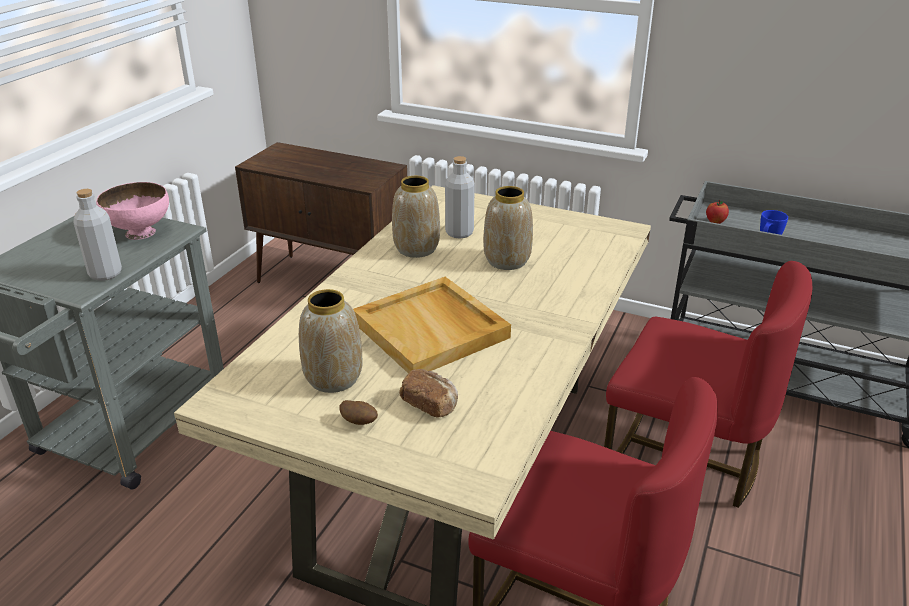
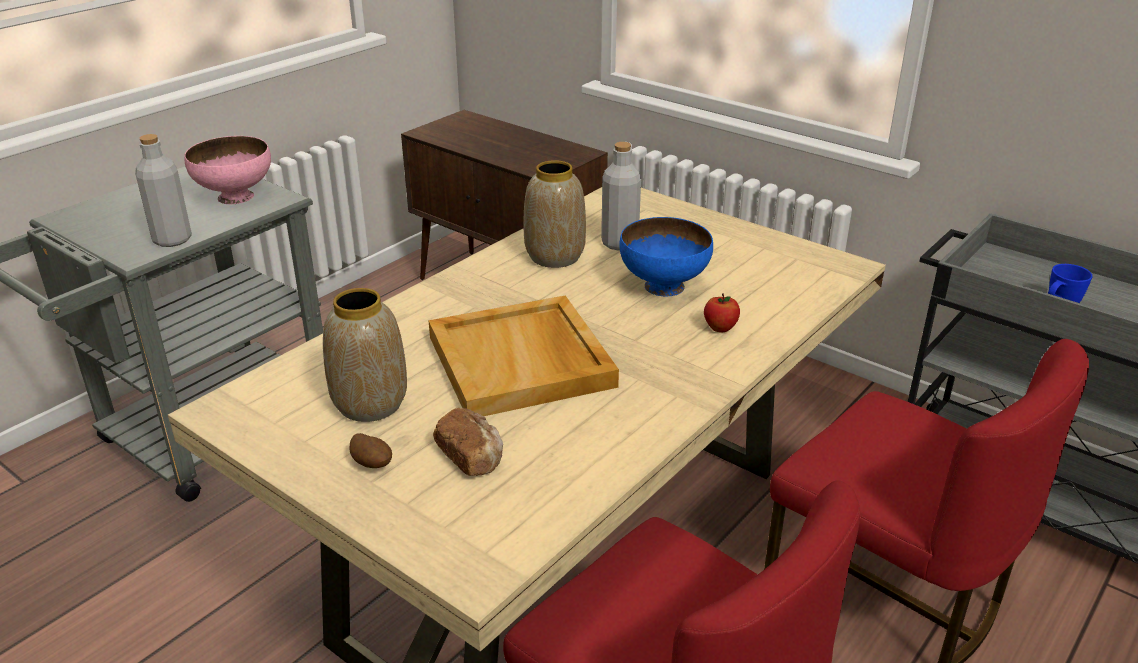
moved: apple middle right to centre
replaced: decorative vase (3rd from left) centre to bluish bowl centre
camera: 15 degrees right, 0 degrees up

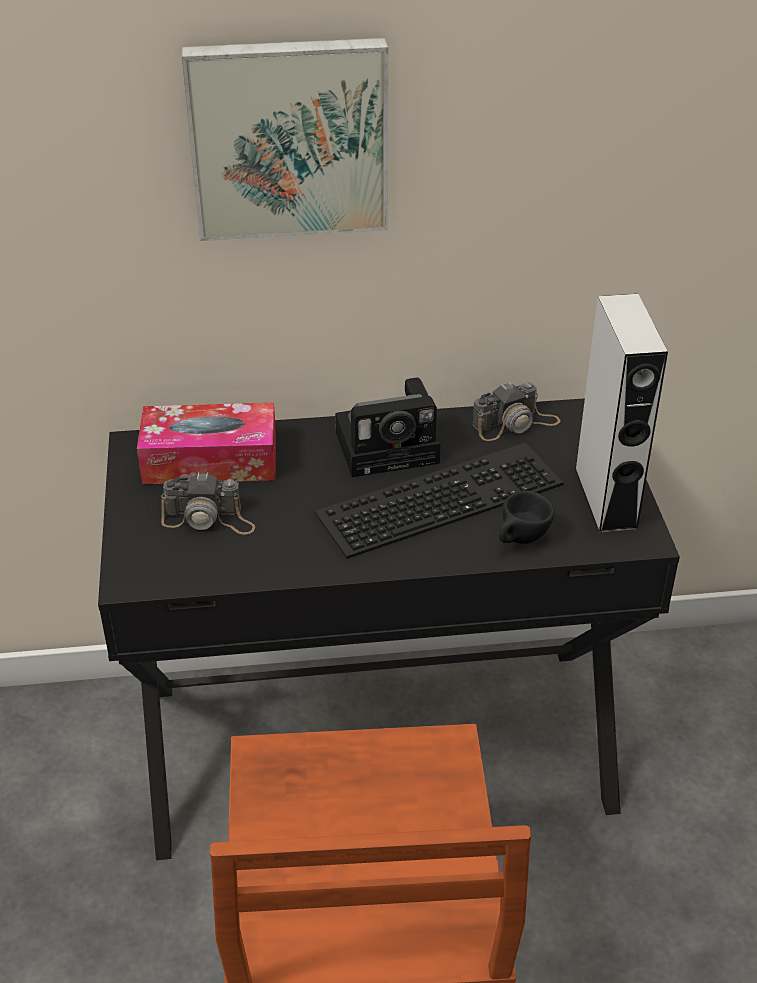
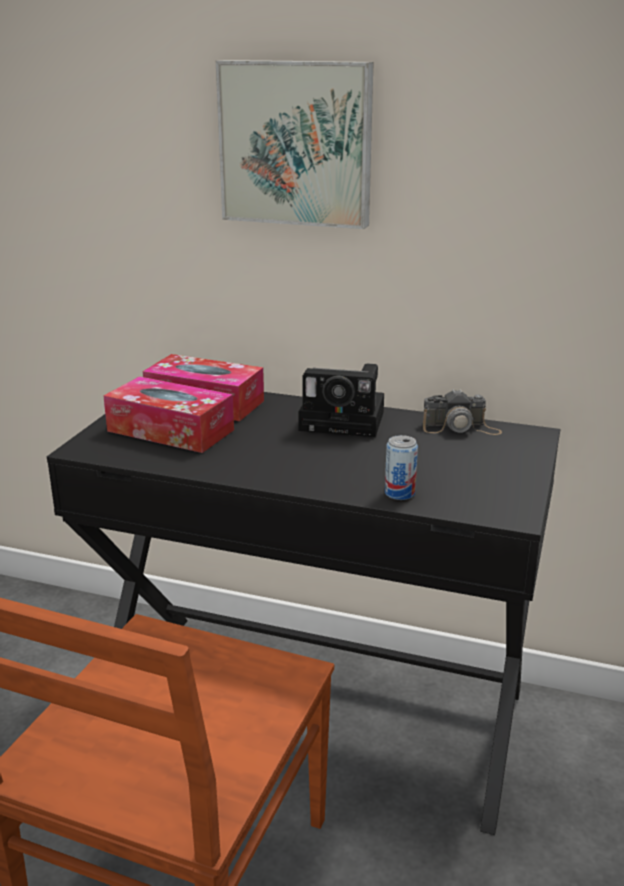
removed: computer keyboard centre; gray speaker middle right
replaced: photo camera (1st from left) middle left to tissue box (1st from left) middle left; black-coloured drinking cup middle right to metal can centre
camera: 25 degrees right, 15 degrees down

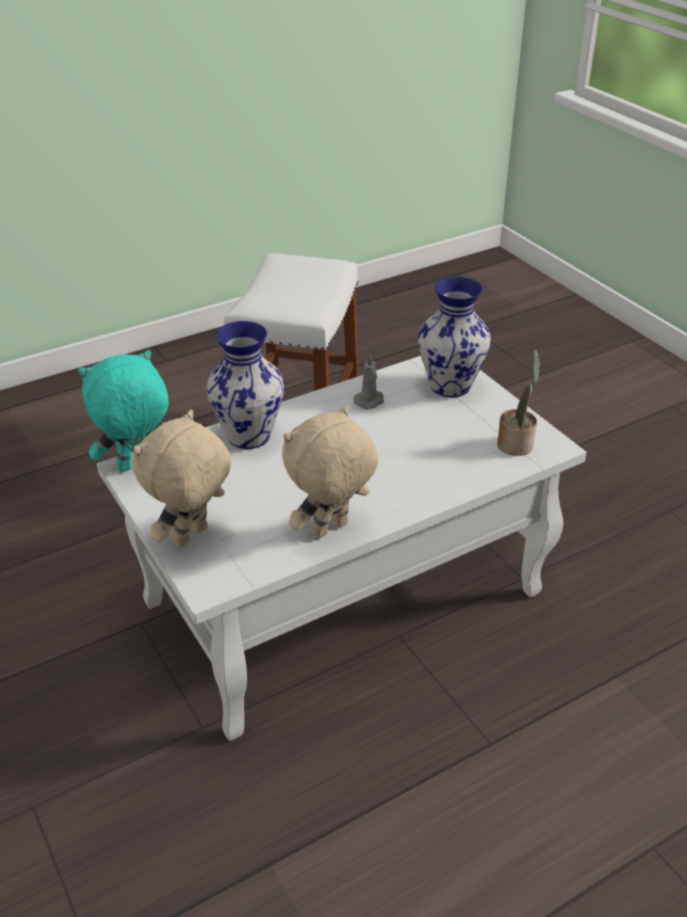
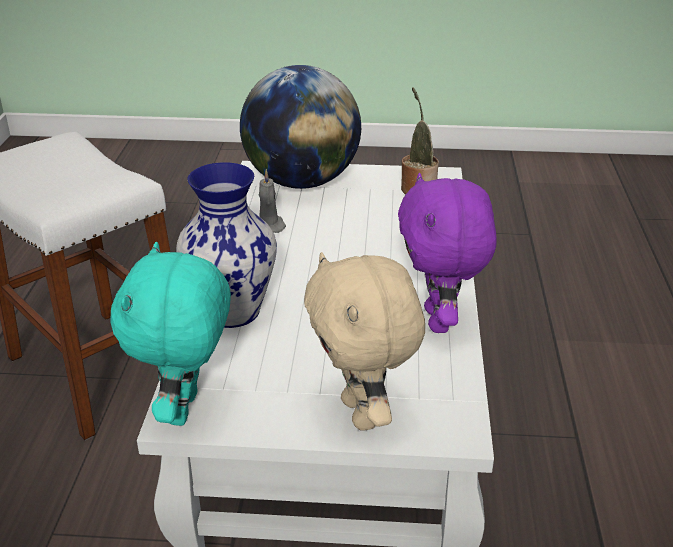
replaced: decorative vase (2nd from left) centre to globe top centre
recoloured: beige-coloured cuddly toy (2nd from left) centre to purple cuddly toy centre
camera: 55 degrees left, 5 degrees down

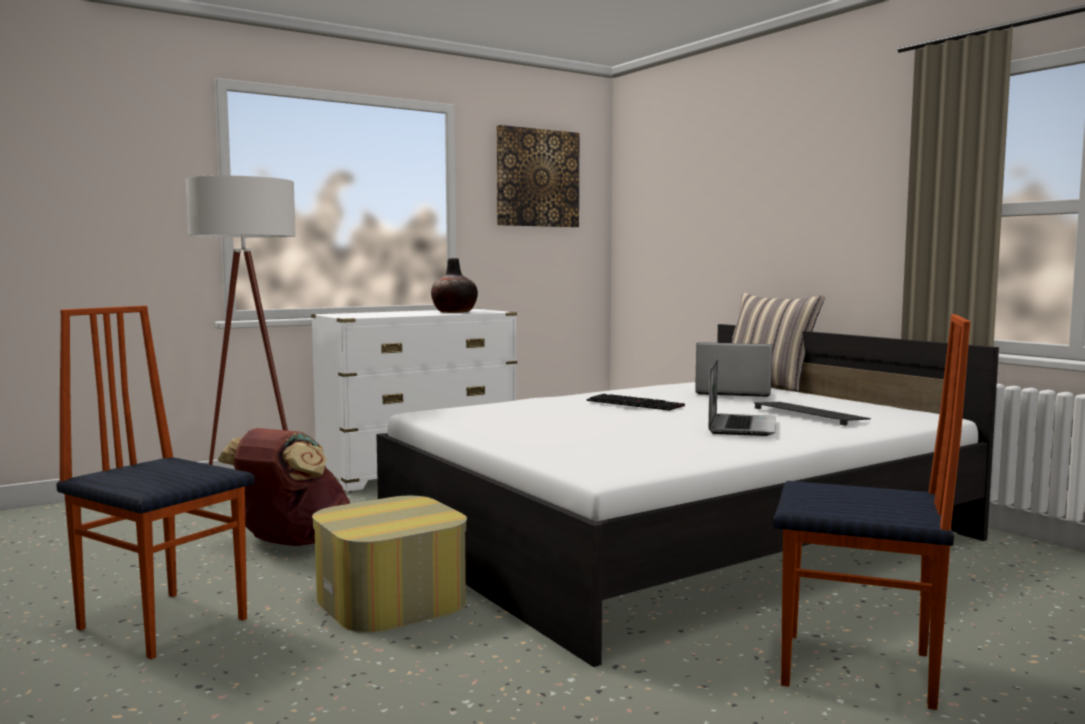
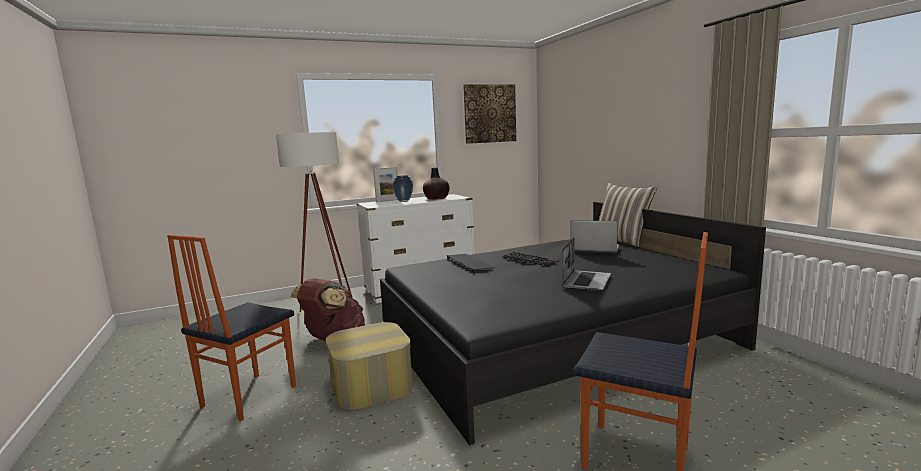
added: picture frame centre; decorative vase (1st from left) centre
moved: computer keyboard (2nd from left in the first image) middle right to computer keyboard (1st from left) centre
recoloured: white sleeping bed bottom centre to black-coloured sleeping bed bottom centre
turned: upright chair (1st from left) middle left = bottom left 105 degrees counterclockwise
camera: 10 degrees right, 5 degrees up

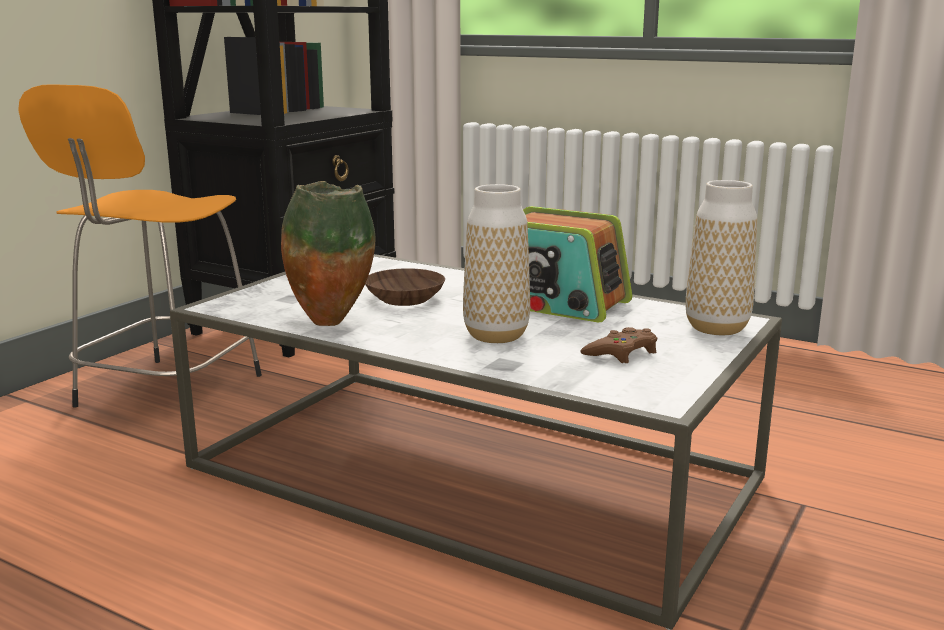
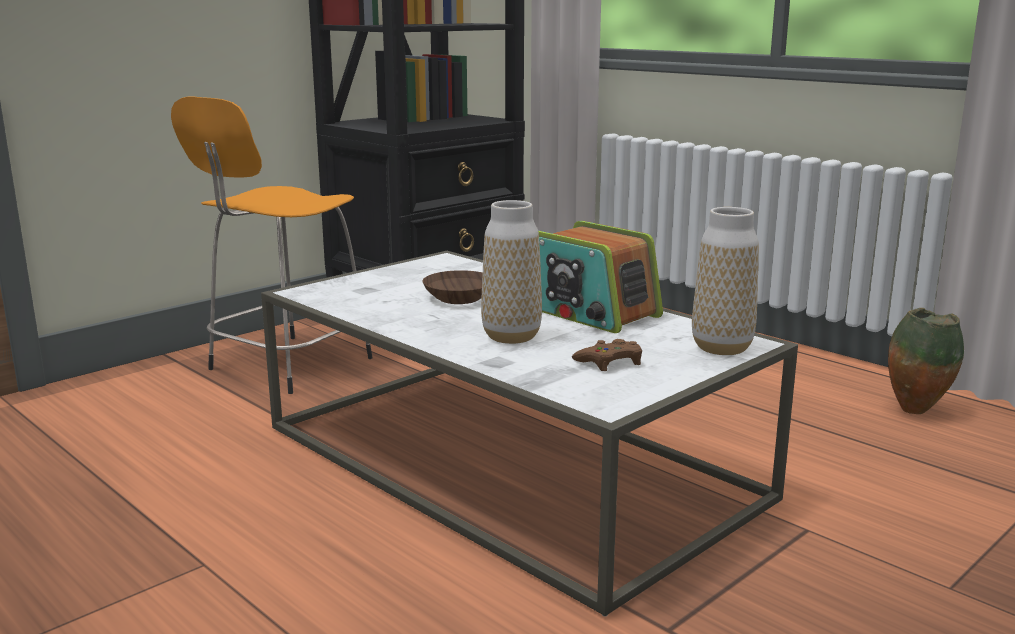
moved: decorative vase (1st from left in the first image) centre to decorative vase (3rd from left) middle right
camera: 15 degrees right, 0 degrees up

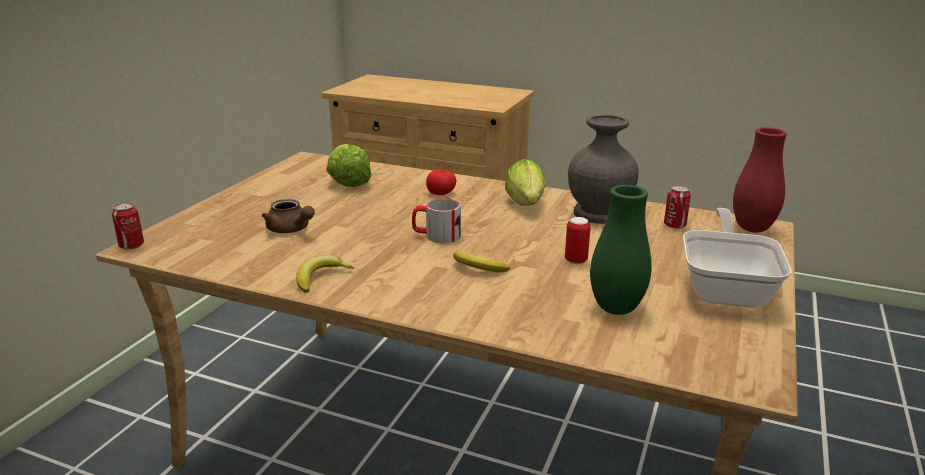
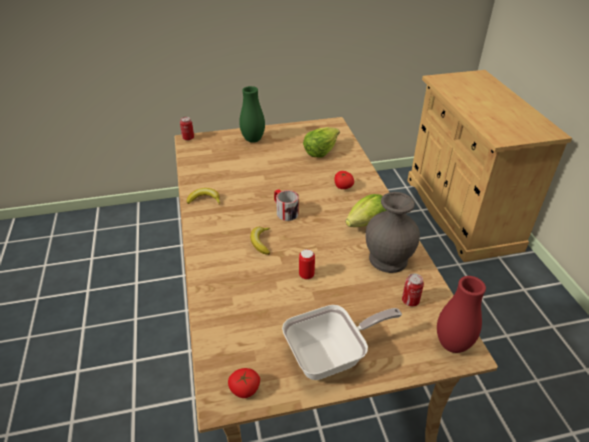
removed: brown-coloured teapot middle left
added: whole tomato (1st from left) bottom centre
moved: greenish decorative vase middle right to top centre
camera: 55 degrees right, 15 degrees up

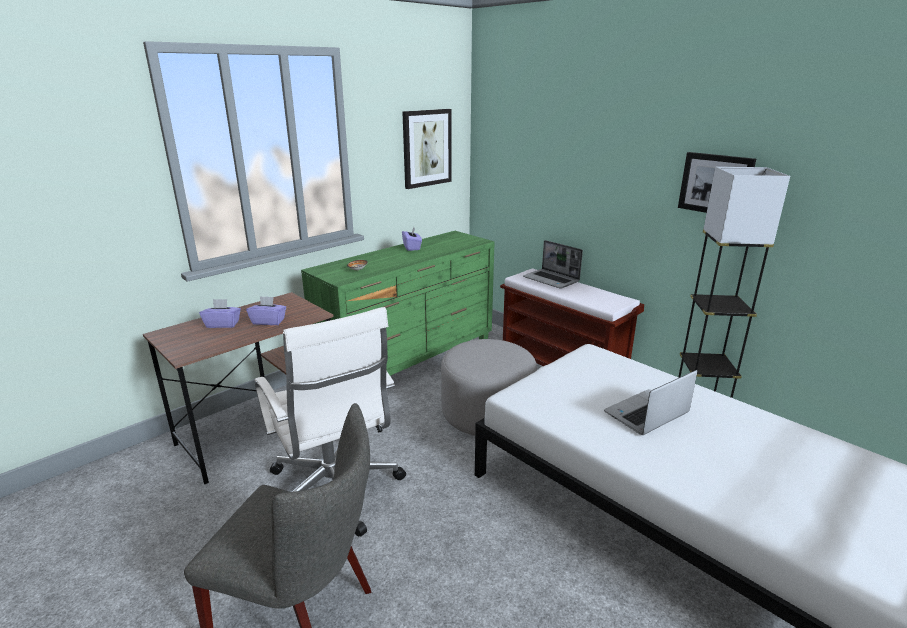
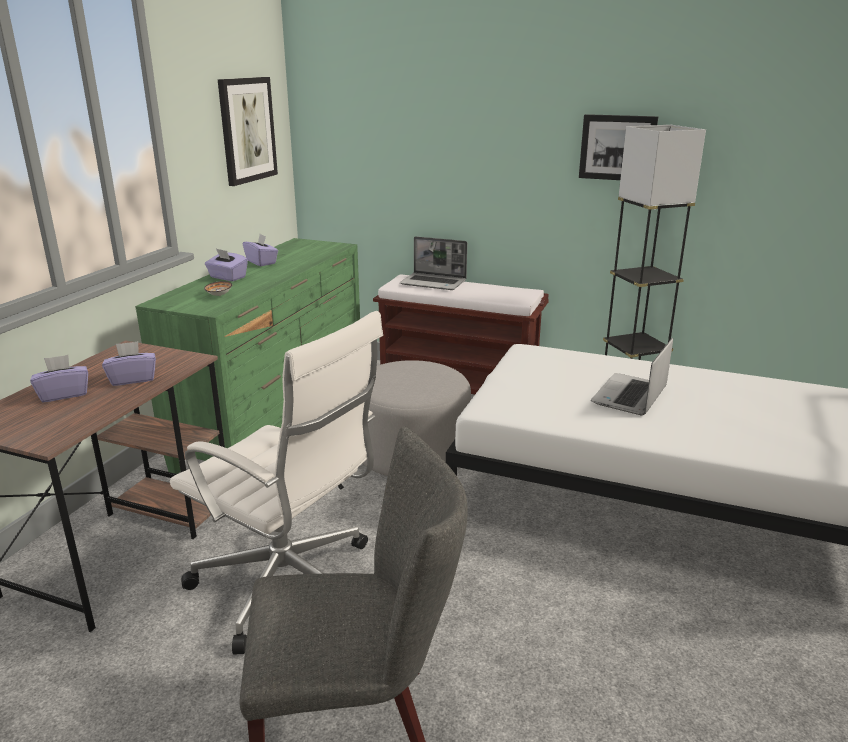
added: purple tissue box (3rd from left) middle left
camera: 25 degrees left, 0 degrees up

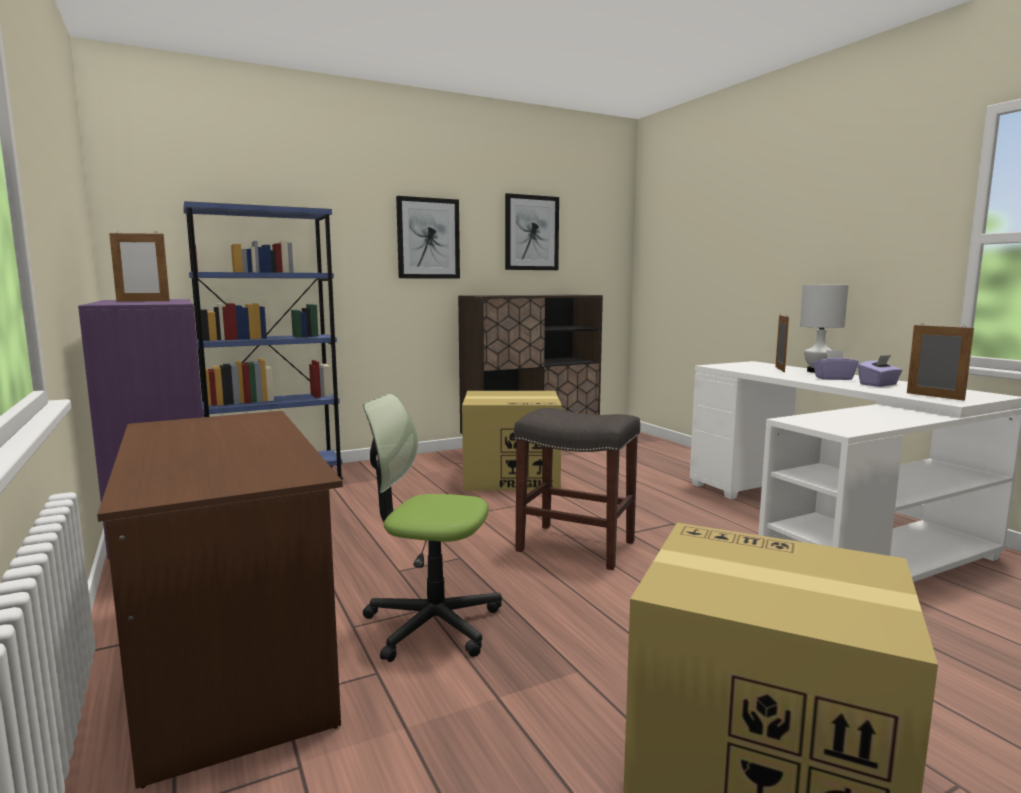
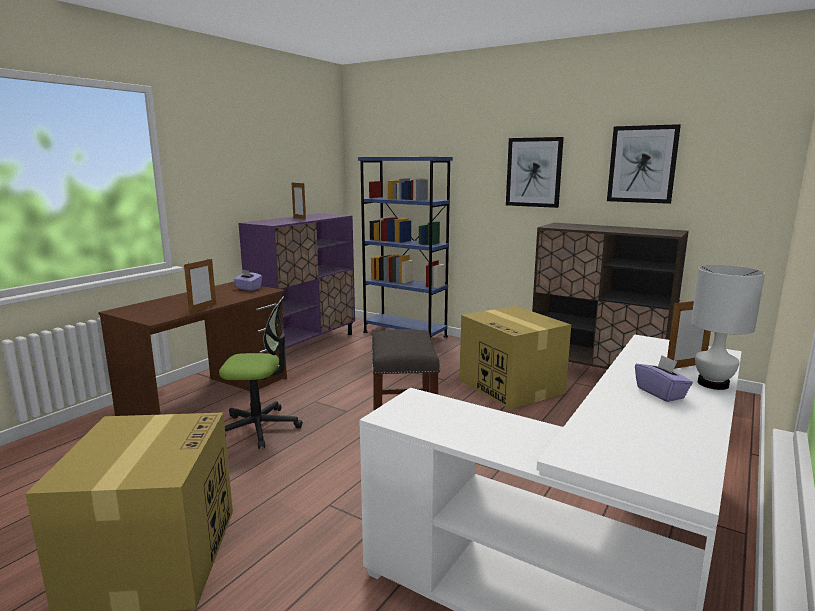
moved: purple tissue box (2nd from left in the first image) middle right to purple tissue box (1st from left) middle left; picture frame (3rd from left in the first image) middle right to picture frame (1st from left) middle left
turned: desk chair centre = middle left 105 degrees clockwise
camera: 60 degrees right, 5 degrees up

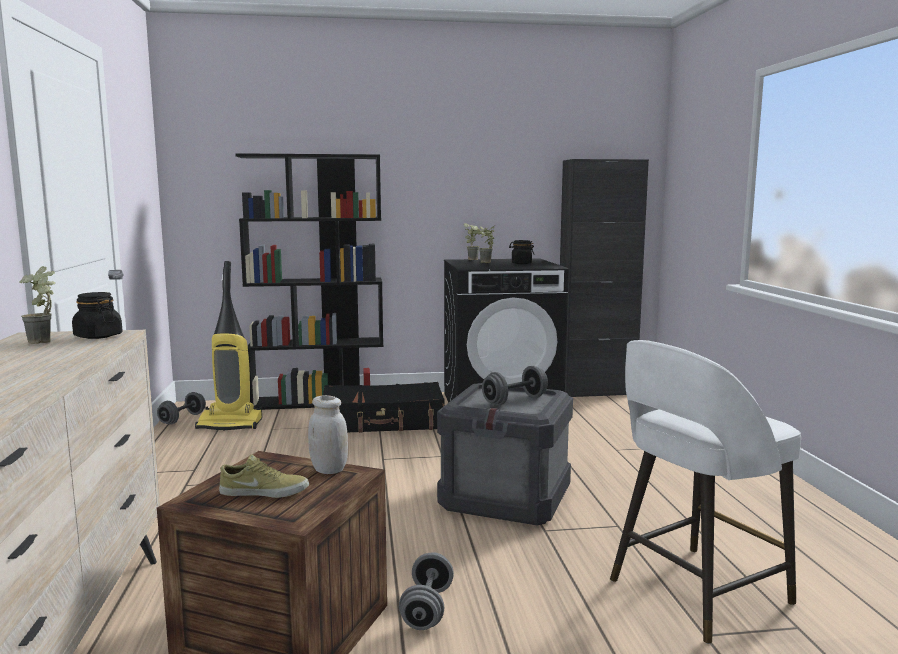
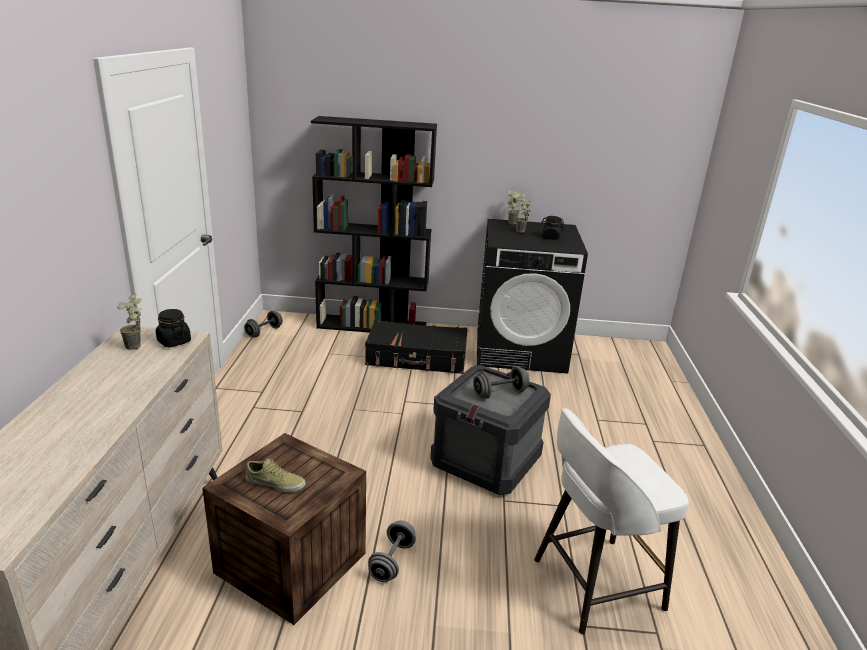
removed: vacuum cleaner middle left; white jar centre; black-coloured cabinet middle right
camera: 10 degrees right, 15 degrees up

